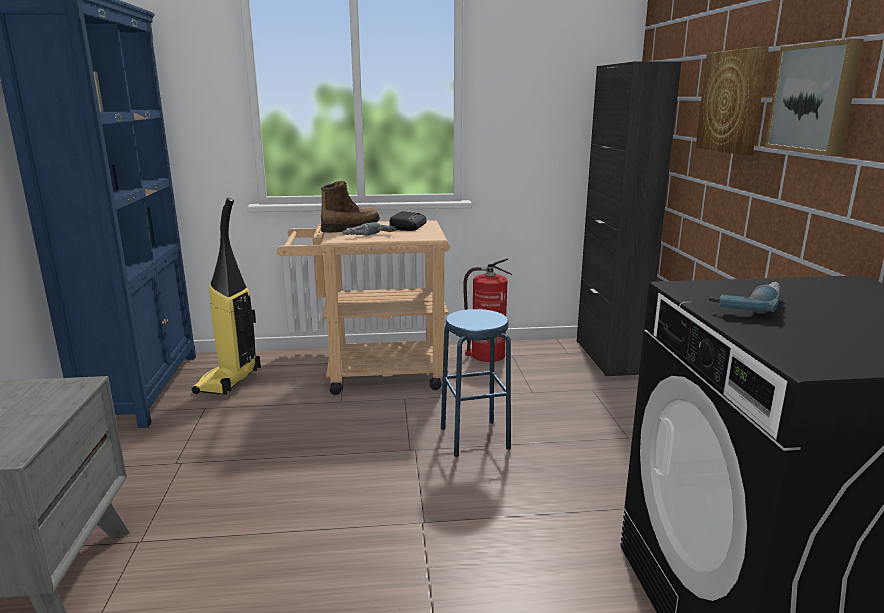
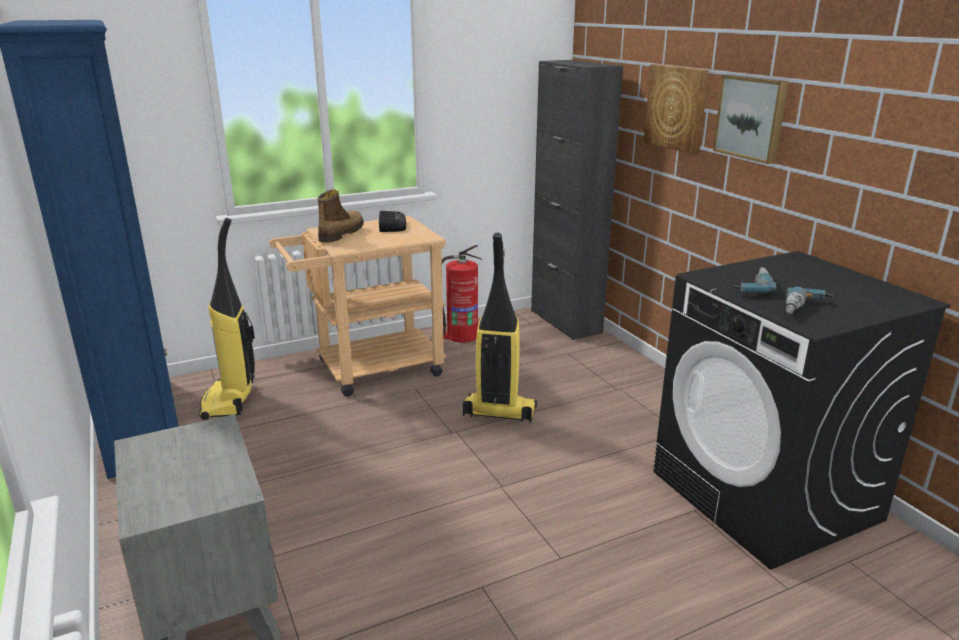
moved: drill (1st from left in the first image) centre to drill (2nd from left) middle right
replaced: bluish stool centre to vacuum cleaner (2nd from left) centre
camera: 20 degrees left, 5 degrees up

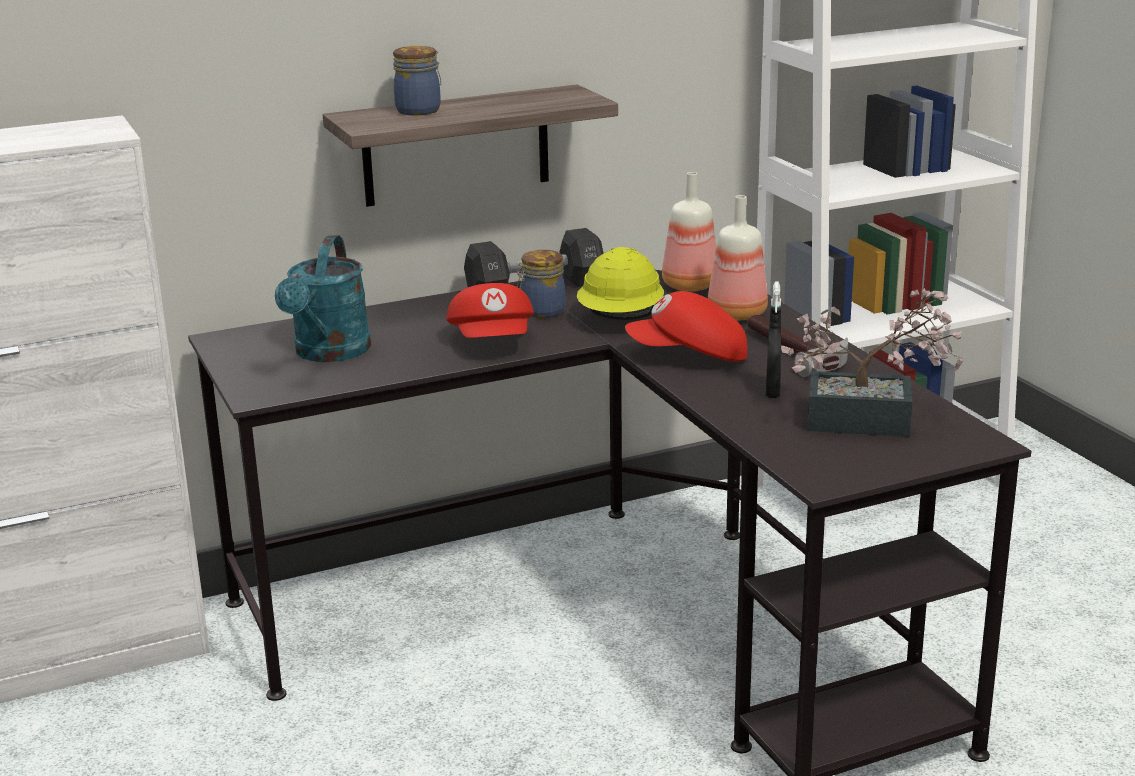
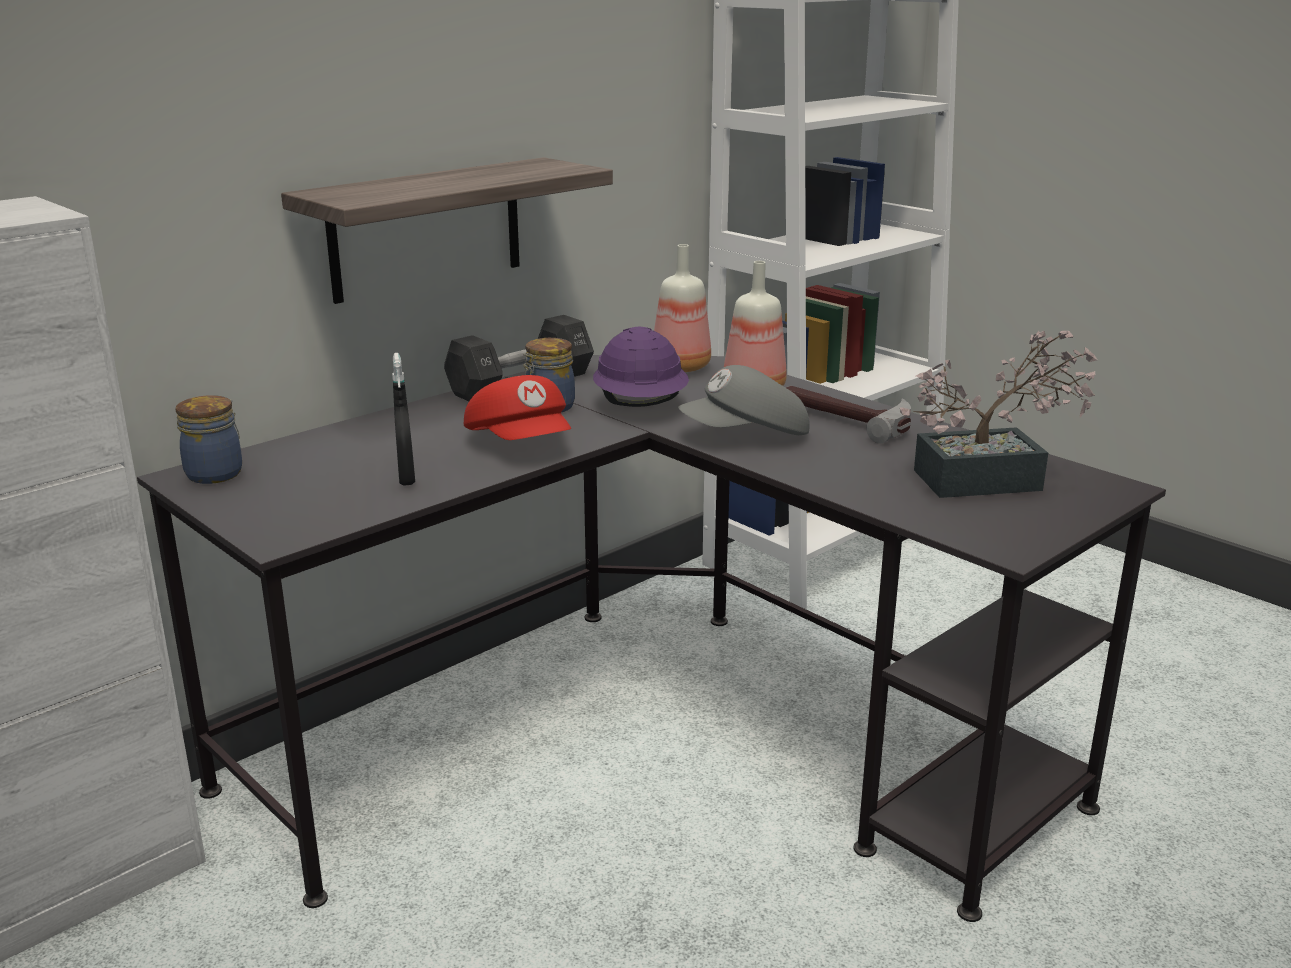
removed: turquoise-coloured sprinkling can middle left
moved: jar (1st from left) top centre to middle left; black-coloured hand sprayer middle right to middle left
recoloured: yellowish safety helmet centre to purple safety helmet centre; red cap (2nd from left) centre to gray cap centre
camera: 20 degrees left, 0 degrees up

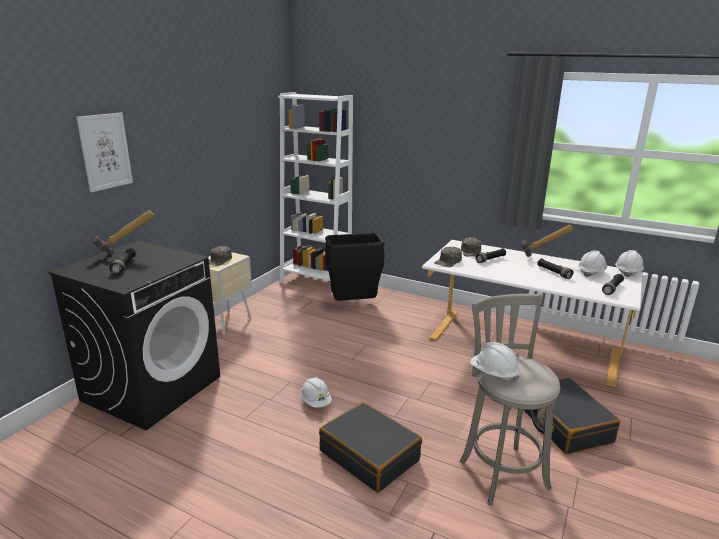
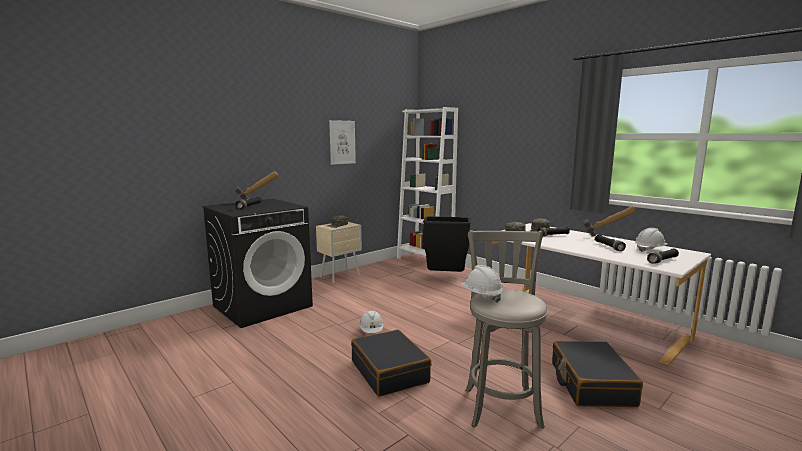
removed: white safety helmet (4th from left) middle right
moved: wall art top left to top centre
camera: 20 degrees right, 10 degrees down

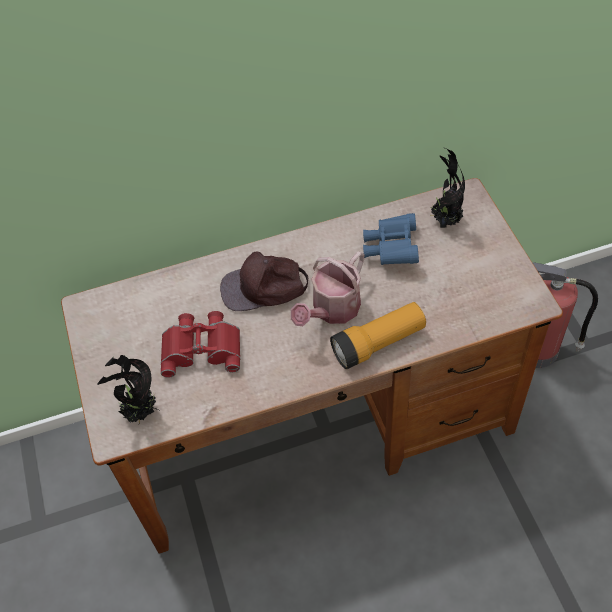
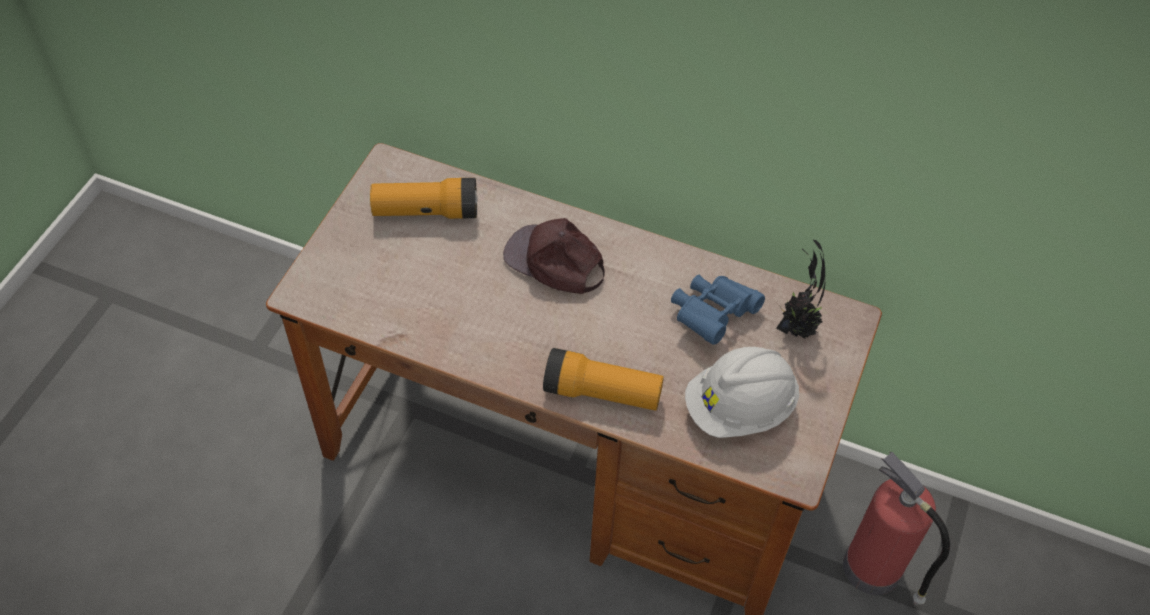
removed: plant in a pot (1st from left) middle left; red field glasses middle left; sprinkling can centre
added: flashlight (1st from left) top centre; white safety helmet centre
camera: 35 degrees right, 0 degrees up

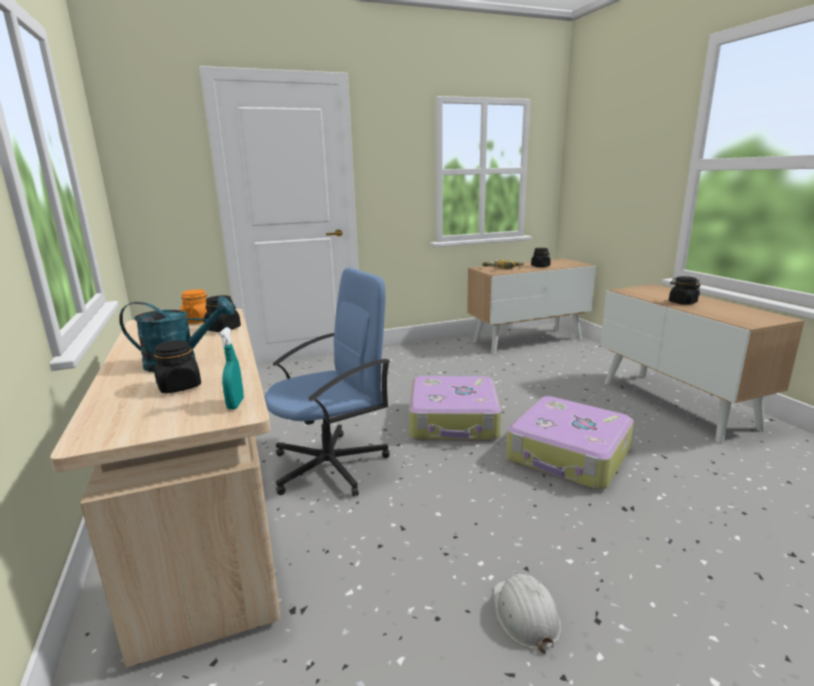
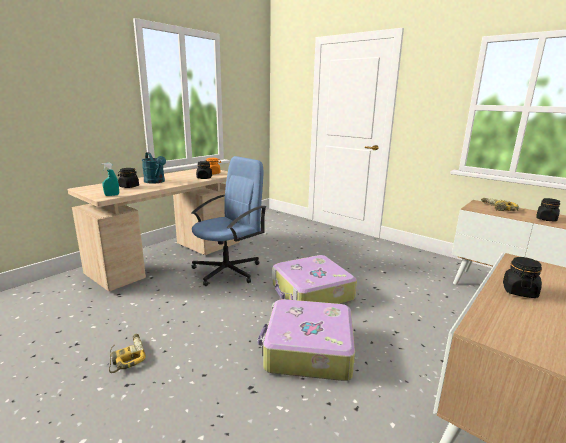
replaced: white safety helmet bottom centre to drill (1st from left) bottom left
turned: bluish desk chair centre = centre 75 degrees counterclockwise
camera: 60 degrees right, 0 degrees up

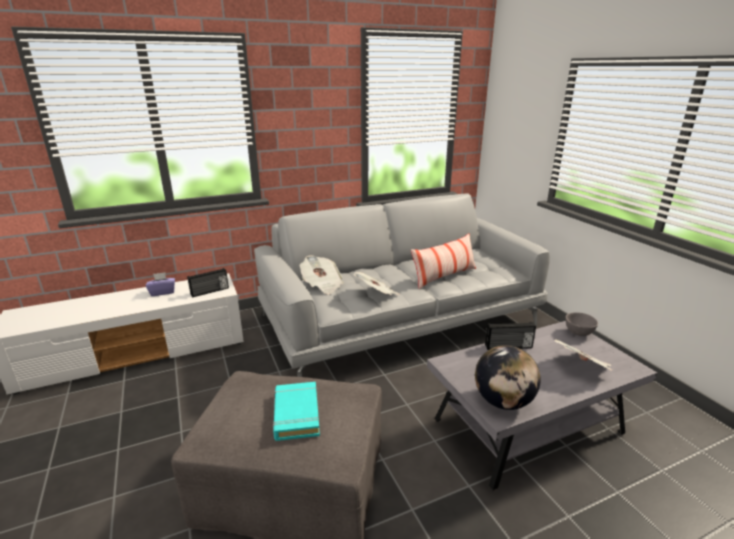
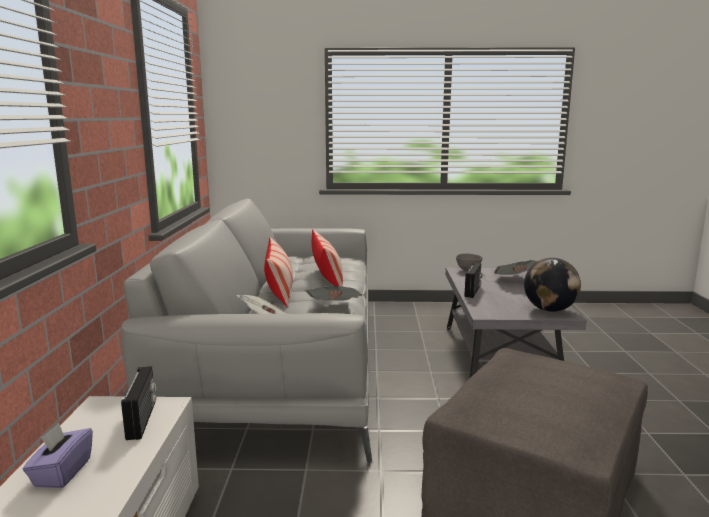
removed: turquoise-coloured volume bottom centre
added: cushion (1st from left) centre
camera: 65 degrees left, 10 degrees down

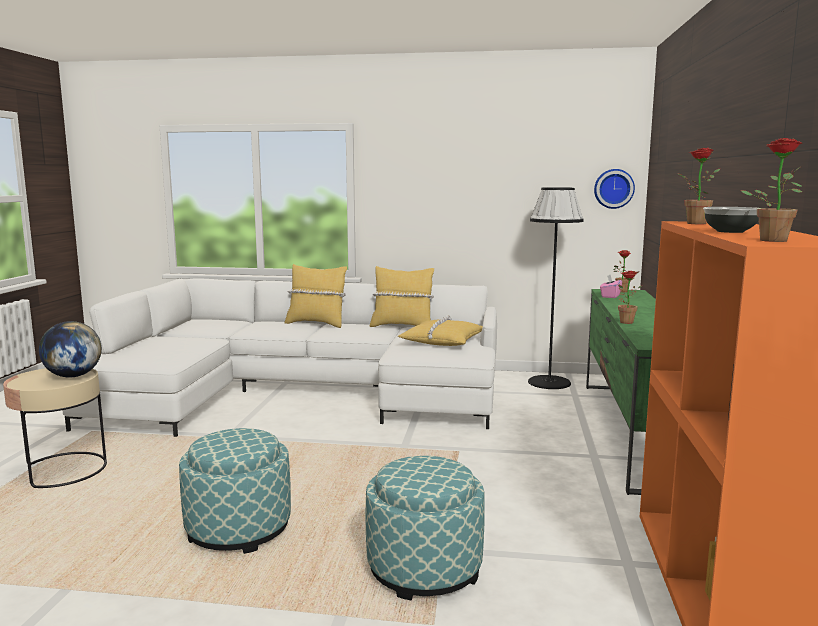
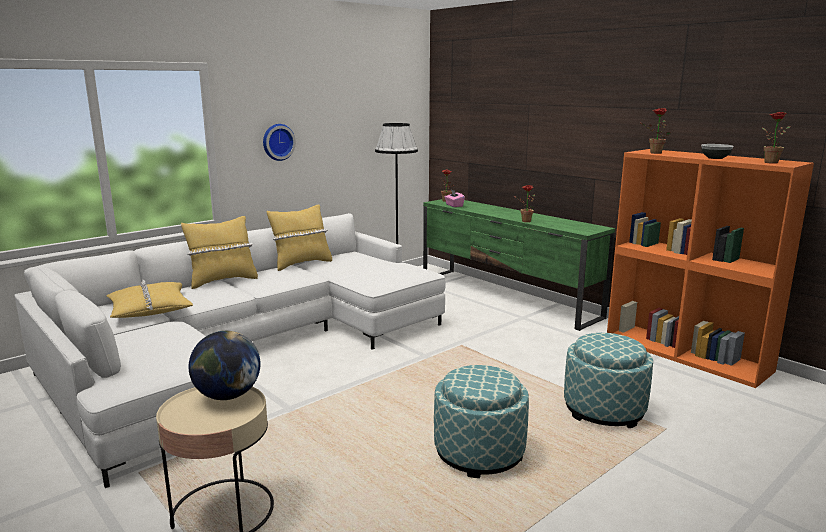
moved: yellowish cushion (3rd from left in the first image) centre to yellowish cushion (1st from left) middle left; clock on the wall top right to top centre
camera: 50 degrees left, 5 degrees up

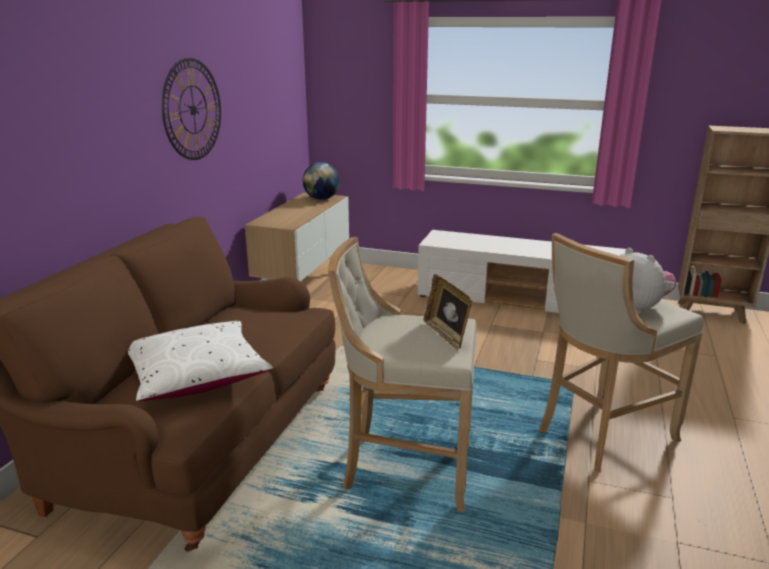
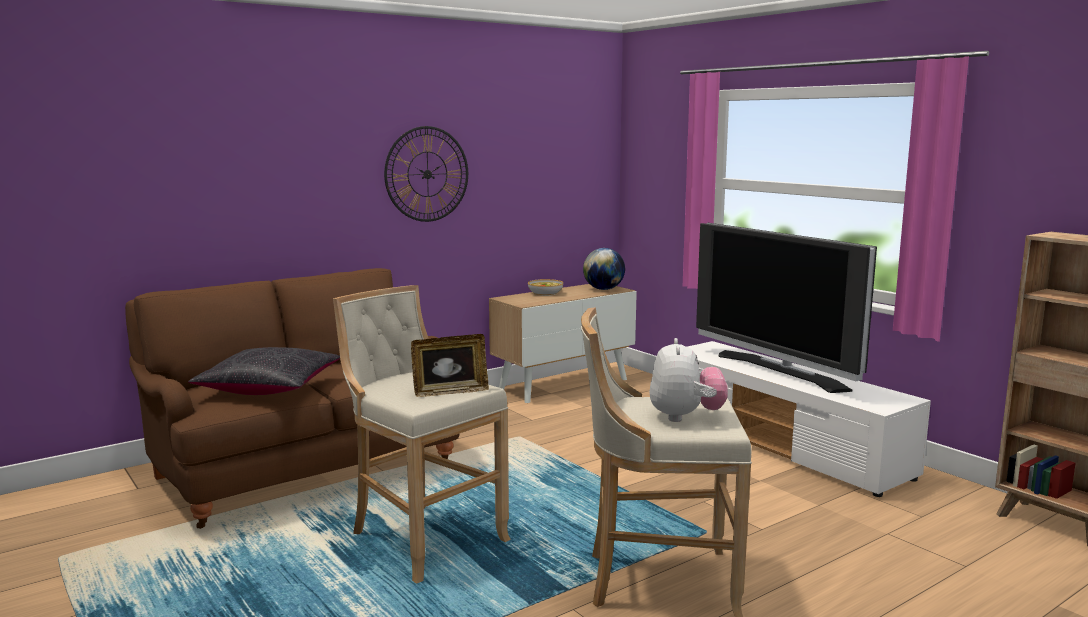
added: bowl centre; television middle right
recoloured: white cushion middle left to black-coloured cushion middle left
turned: picture frame centre = centre 120 degrees counterclockwise
camera: 35 degrees right, 10 degrees down

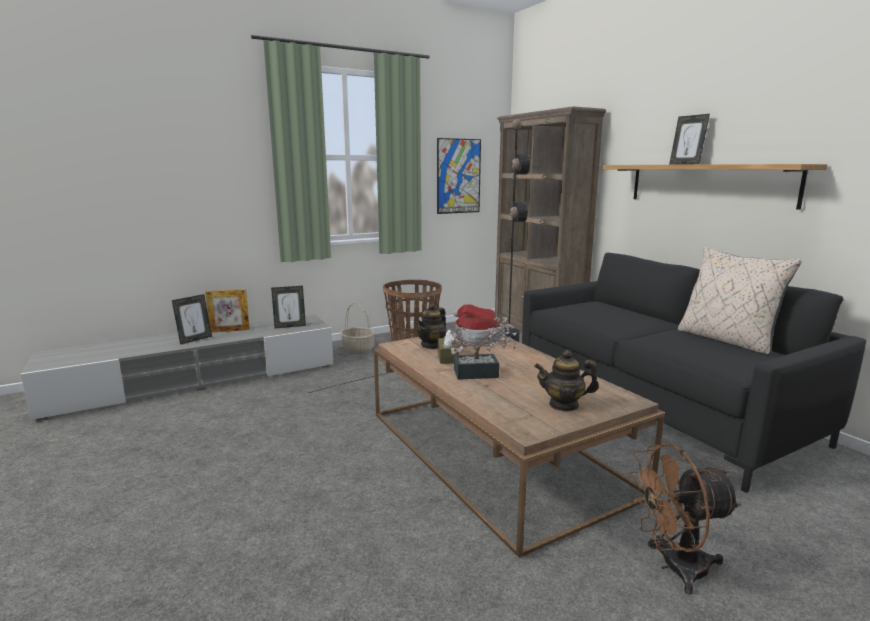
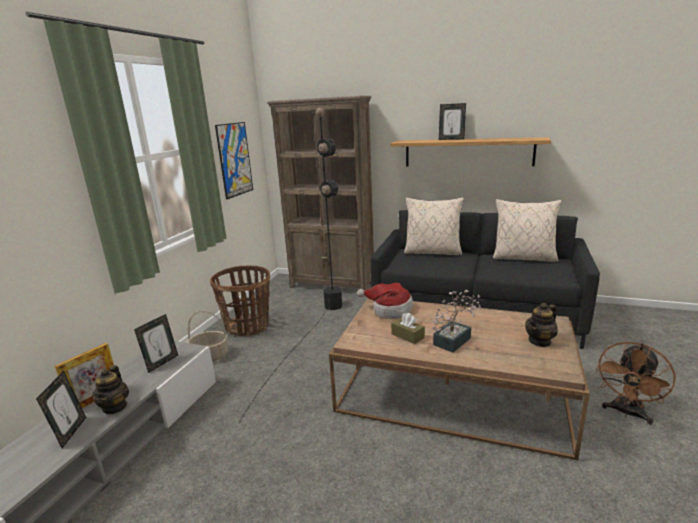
added: beige-coloured cushion (1st from left) centre
moved: teapot (1st from left) centre to bottom left
camera: 40 degrees left, 5 degrees up

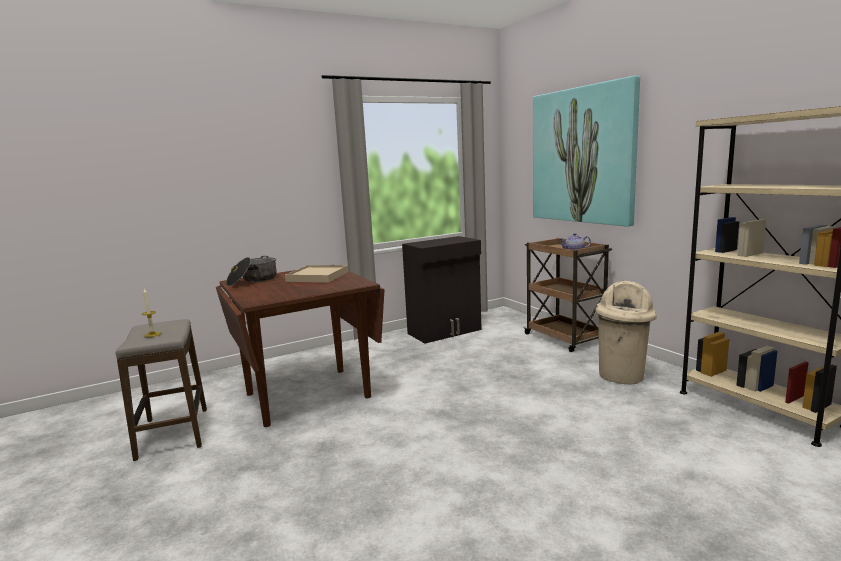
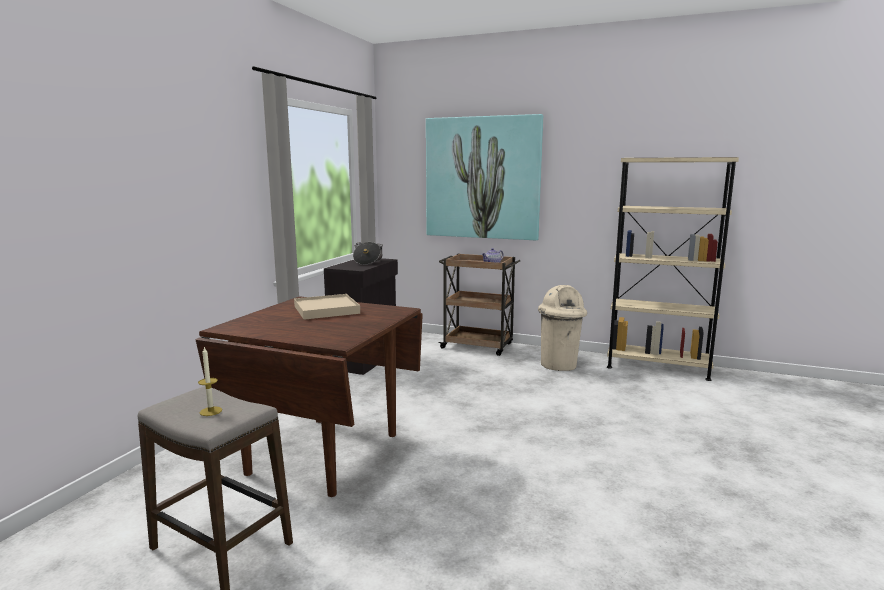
moved: stockpot middle left to centre
camera: 40 degrees left, 0 degrees up

